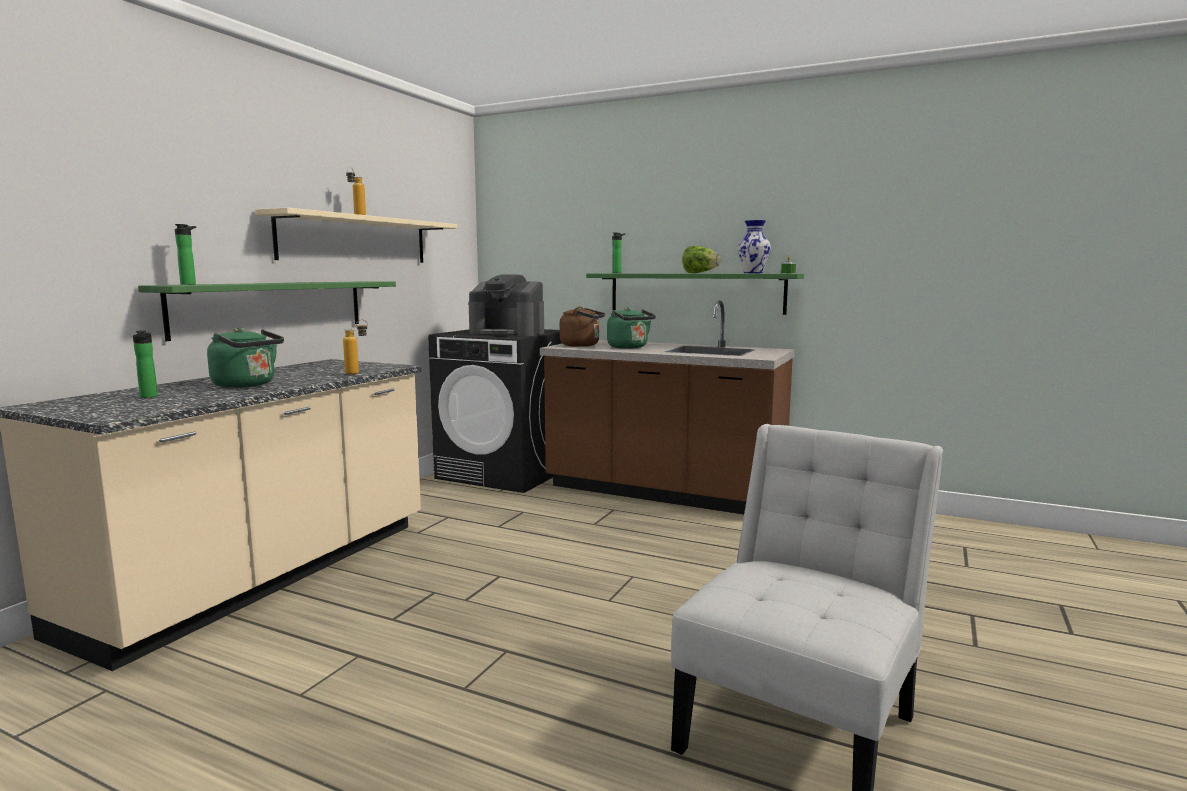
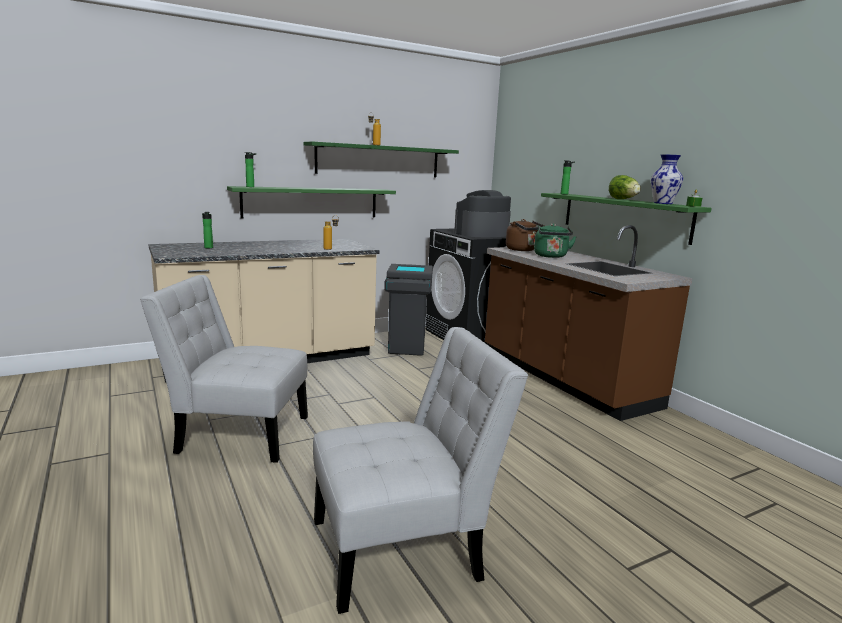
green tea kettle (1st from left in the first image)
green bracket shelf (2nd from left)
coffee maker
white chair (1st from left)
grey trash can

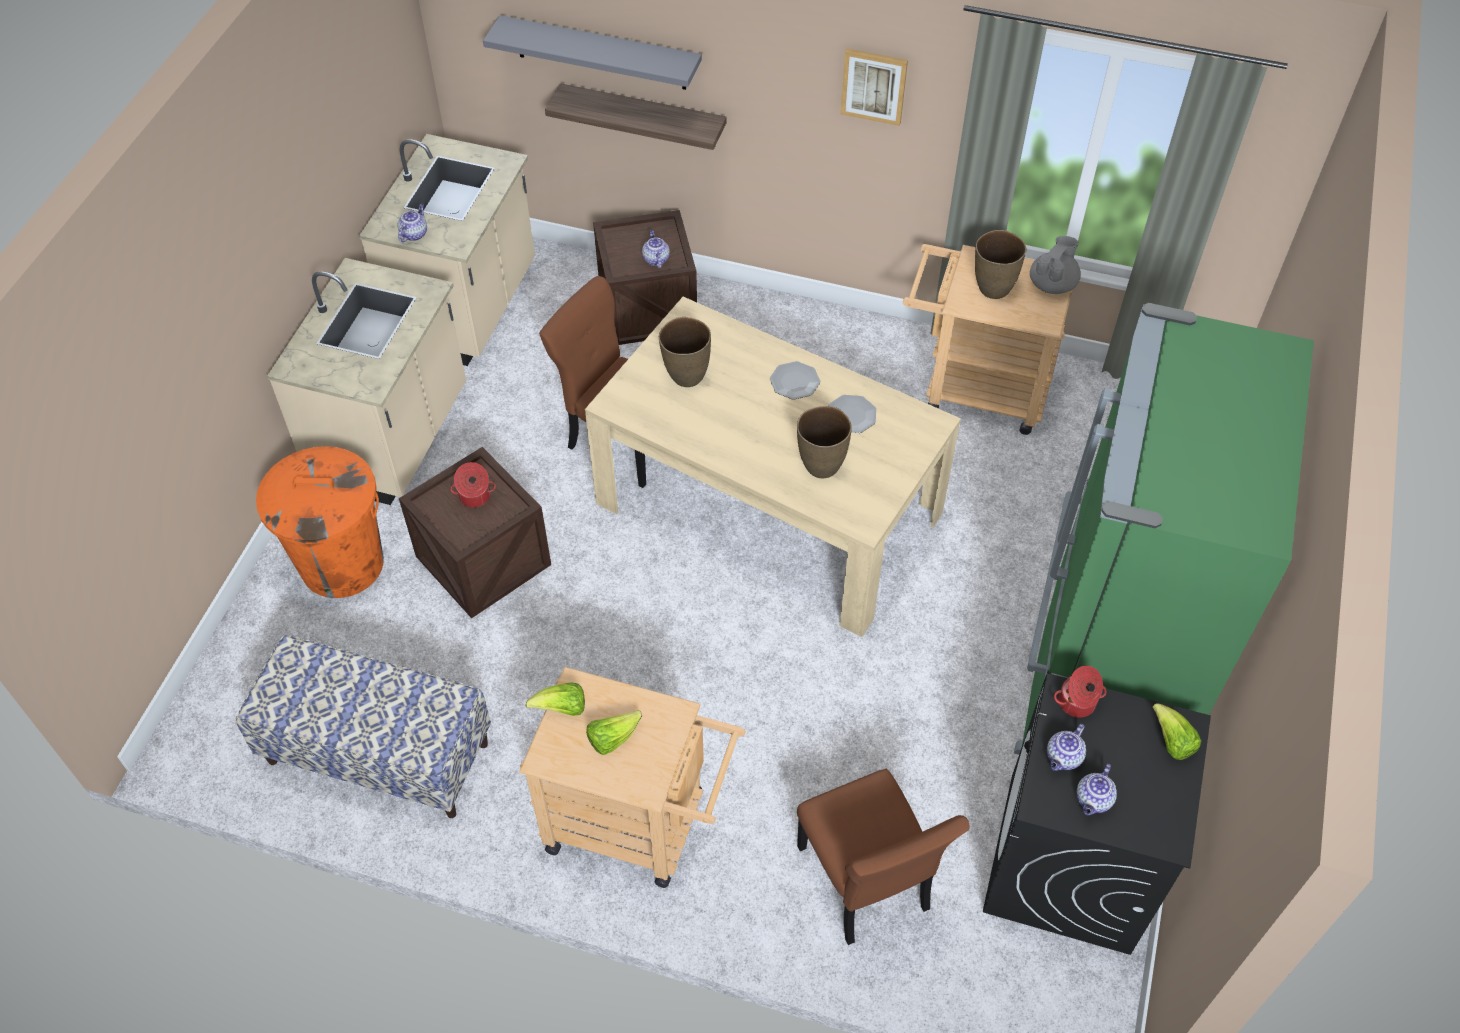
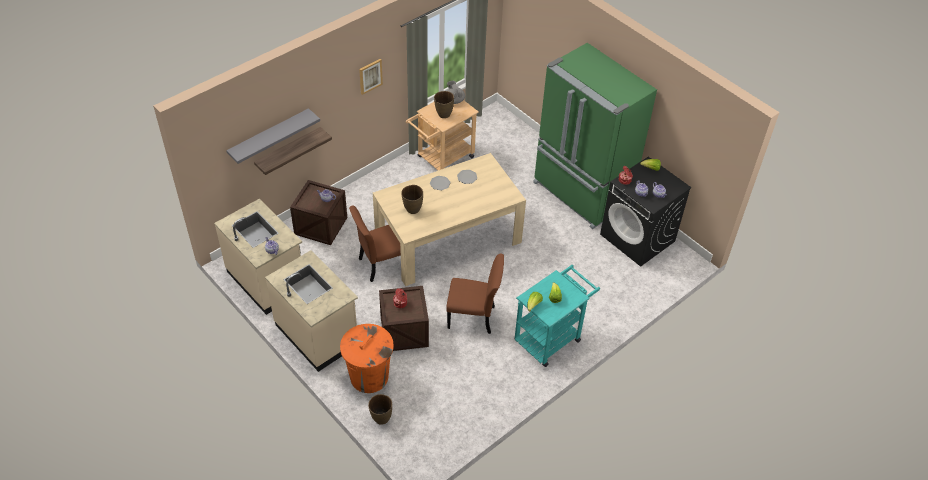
indoor bench
blue-green trolley
brownish decorative vase (1st from left)
brownish chair (2nd from left)

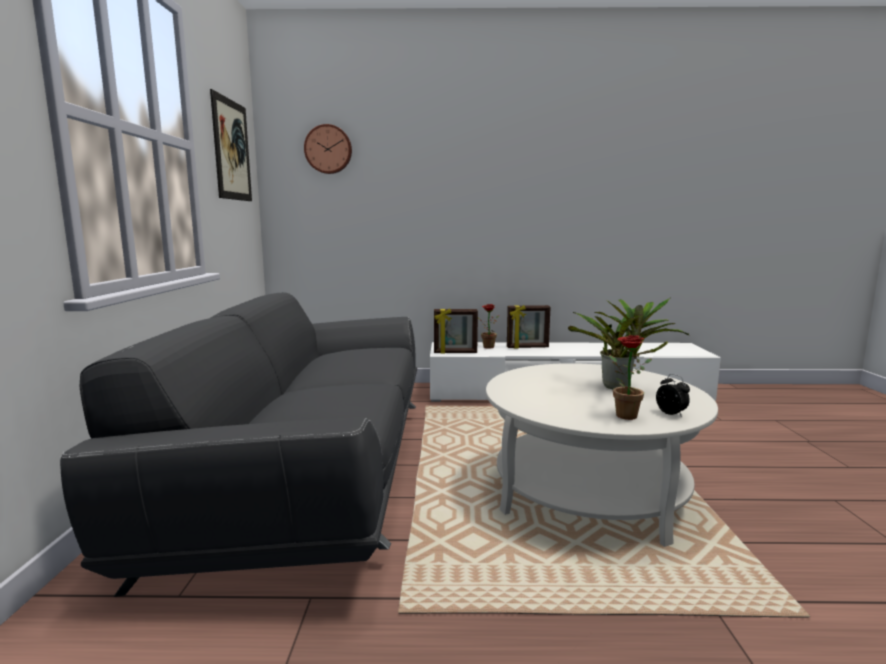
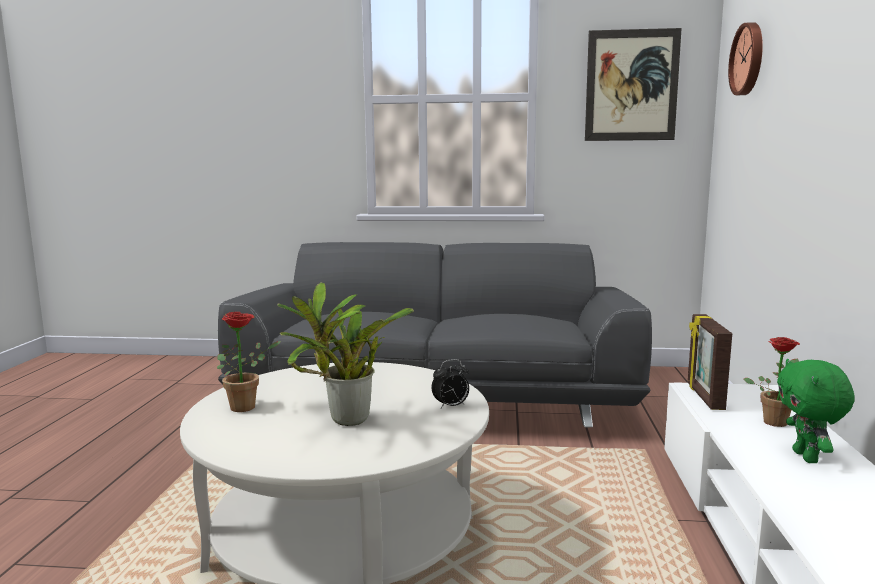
green plush toy
alarm clock

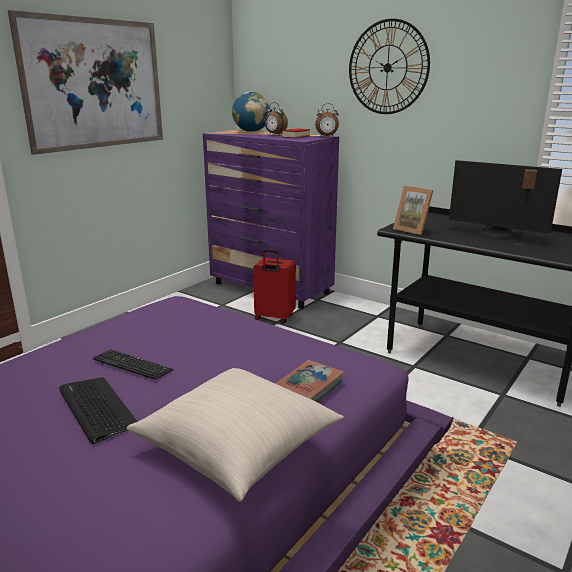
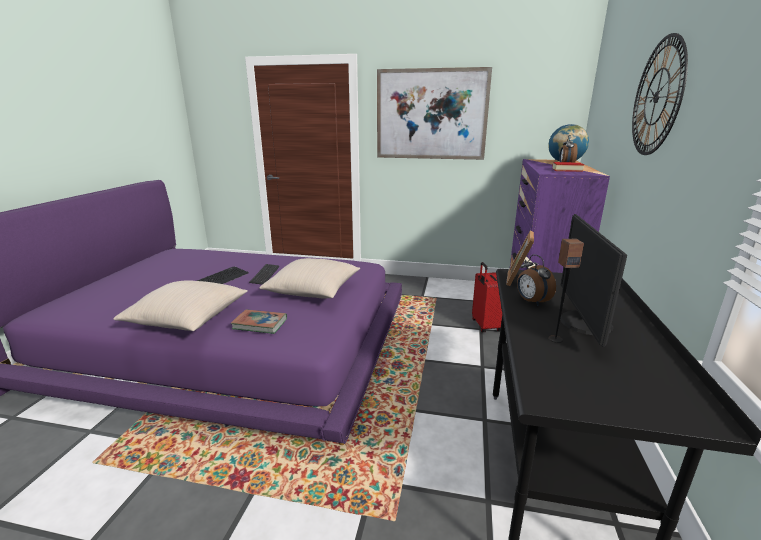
alarm clock (1st from left)
sand-coloured cushion (2nd from left)

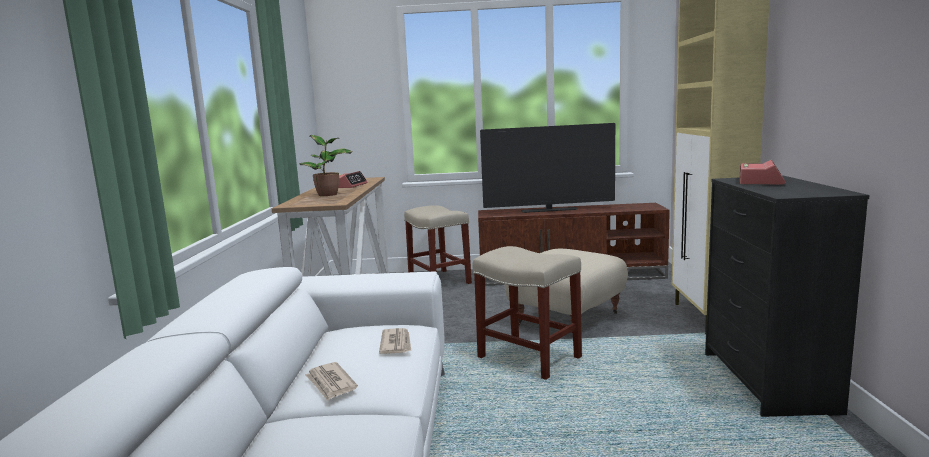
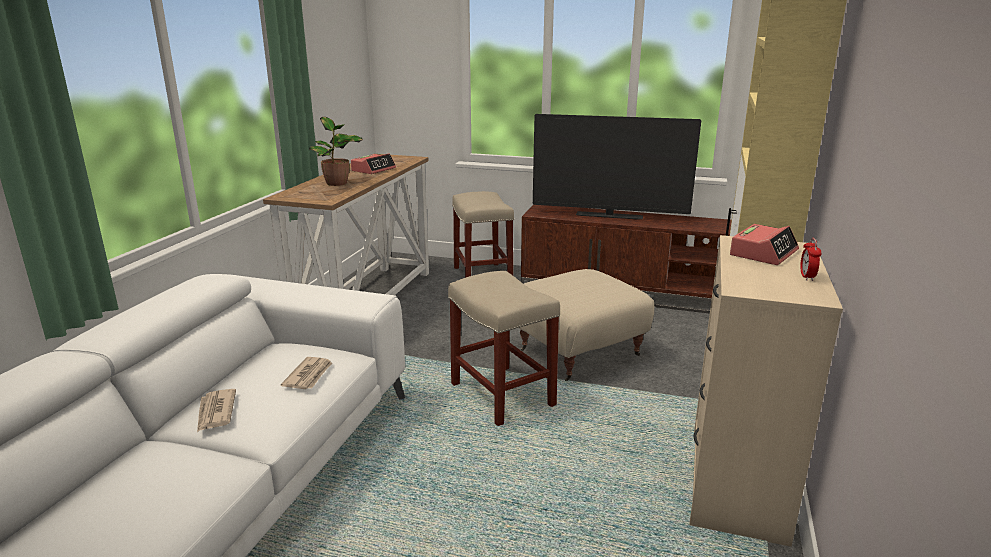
sand-coloured dresser
alarm clock (3rd from left)

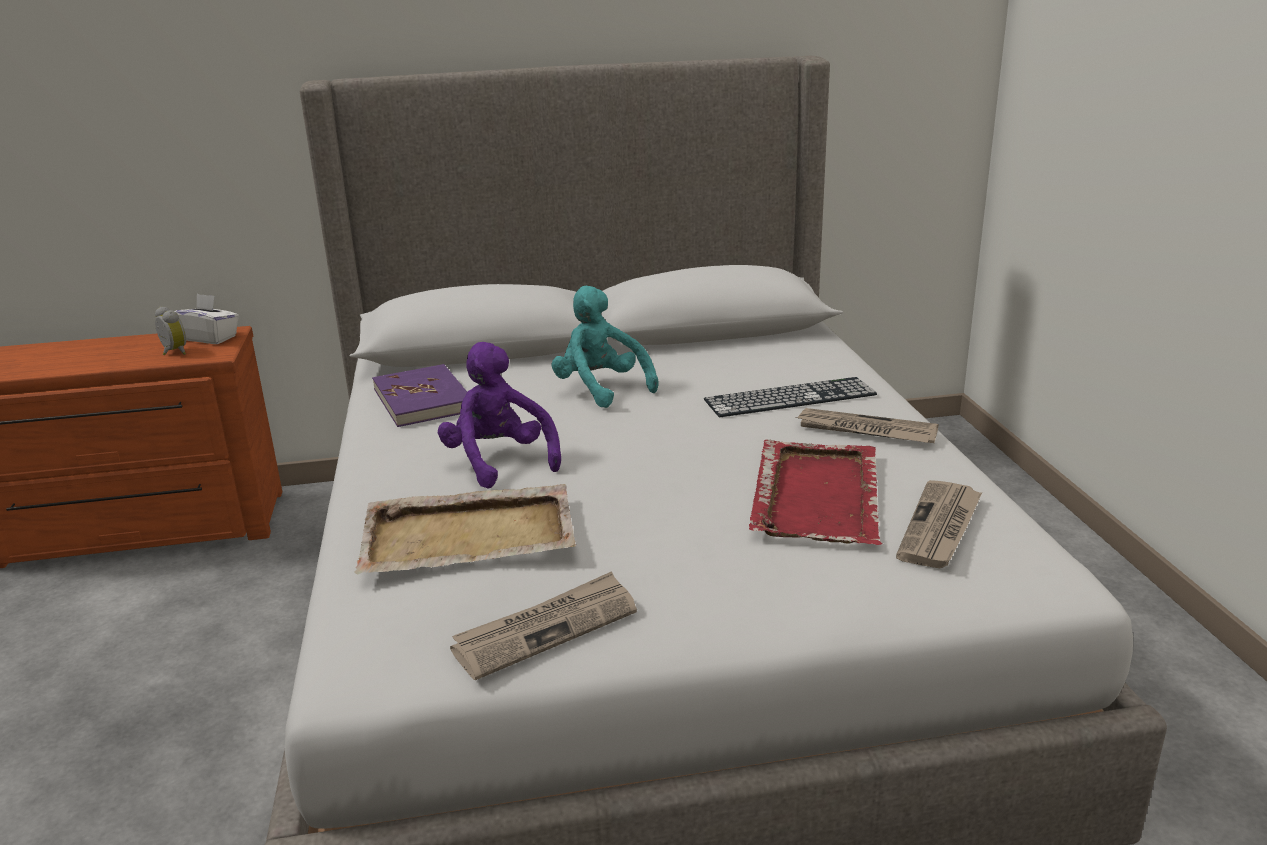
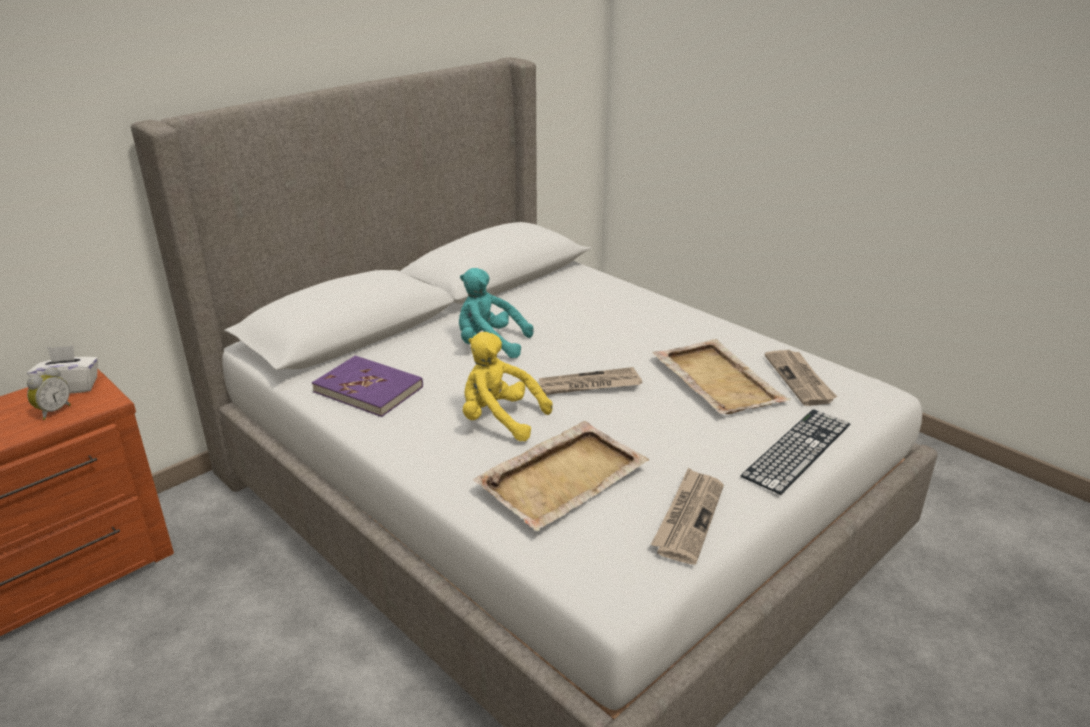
alarm clock
yellow plush toy
PC keyboard
sand-coloured carrying tray (2nd from left)
newspaper (1st from left)

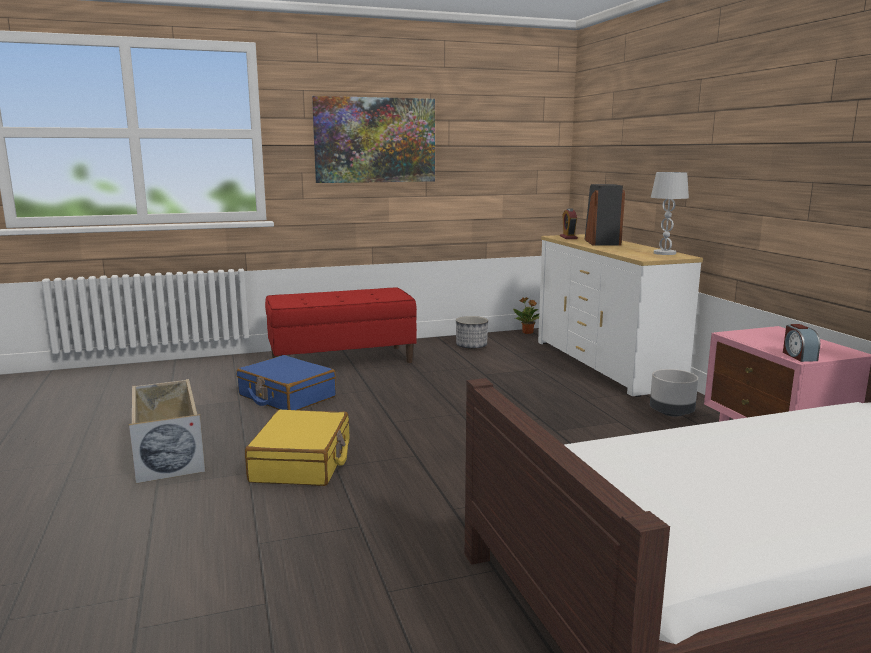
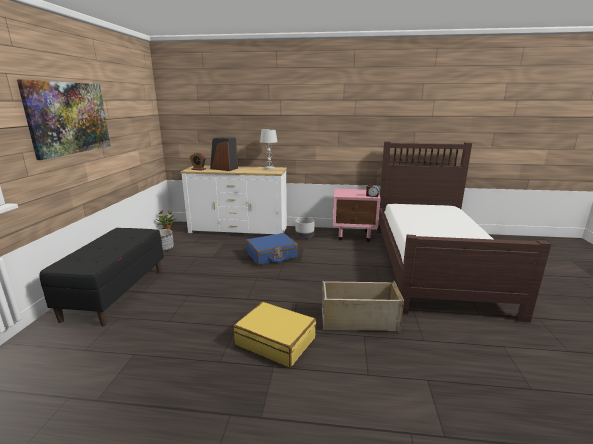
sand-coloured storage box
bluish piece of luggage
black-coloured indoor bench

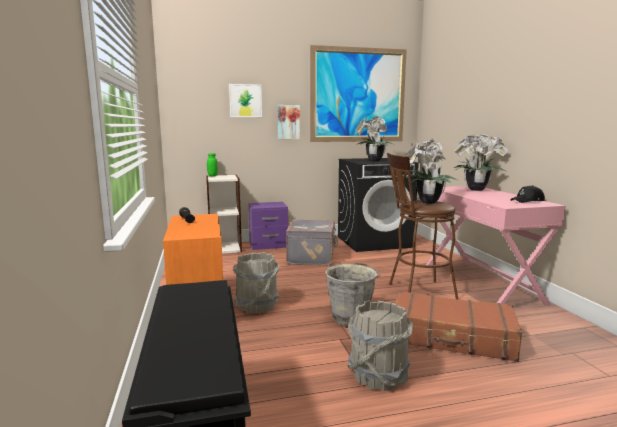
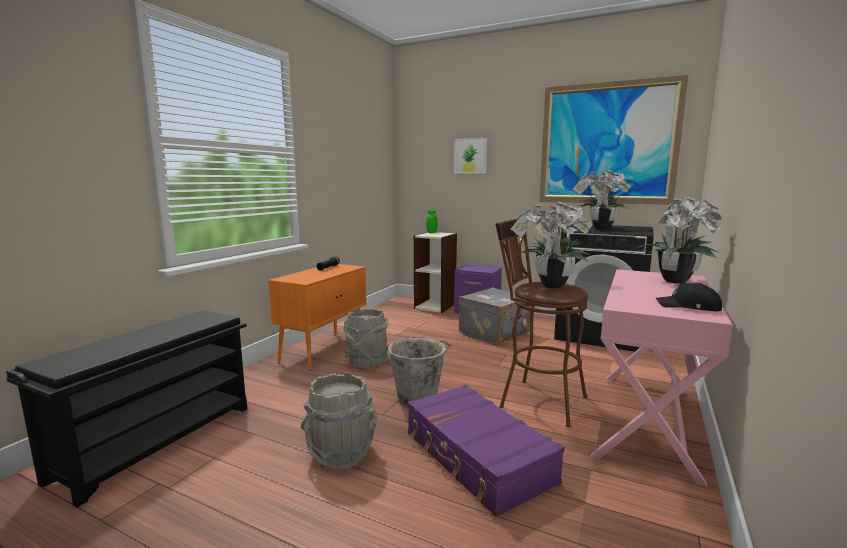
picture (2nd from left in the first image)
purple-coloured piece of luggage

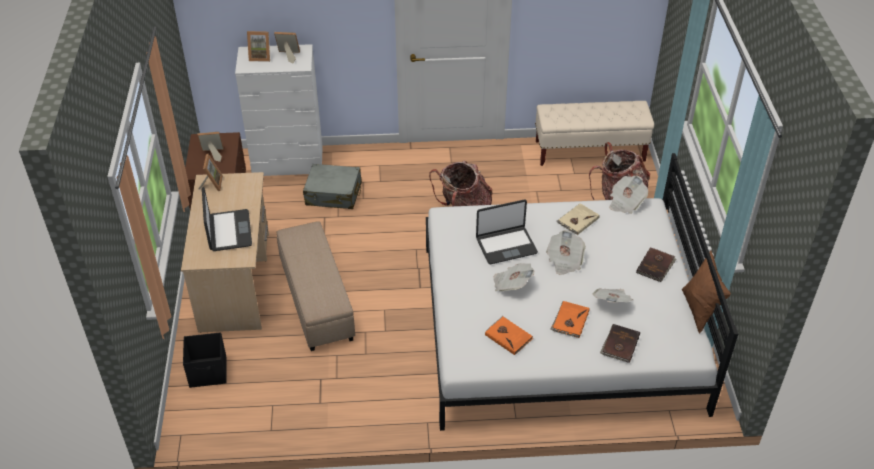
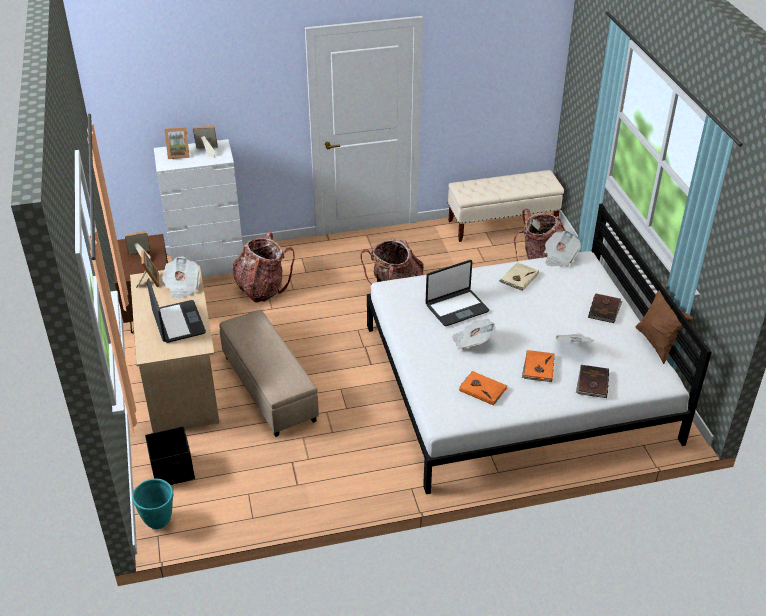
rucksack (1st from left)
newspaper (1st from left)
blue-green planter

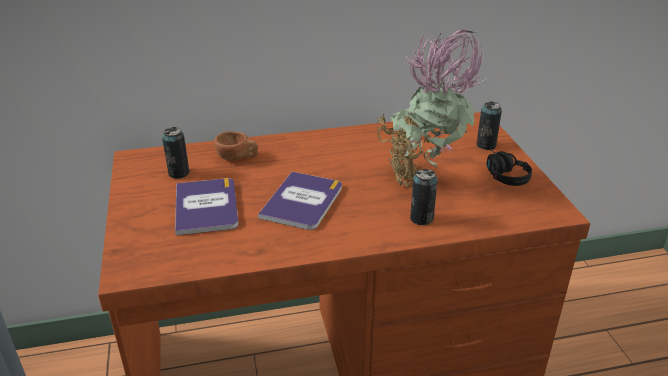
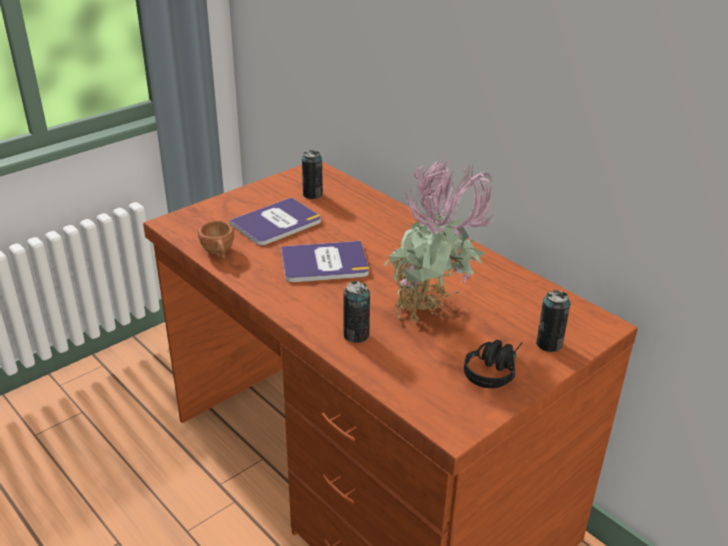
brownish small cup

